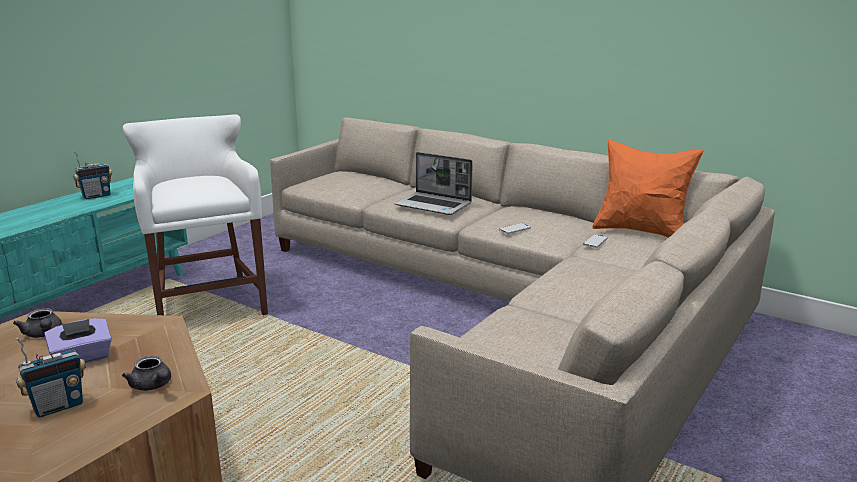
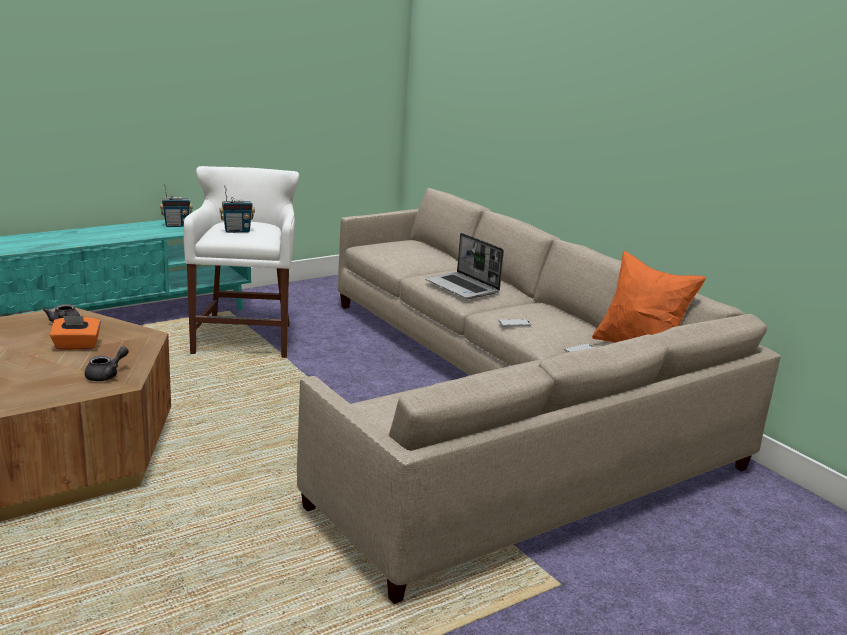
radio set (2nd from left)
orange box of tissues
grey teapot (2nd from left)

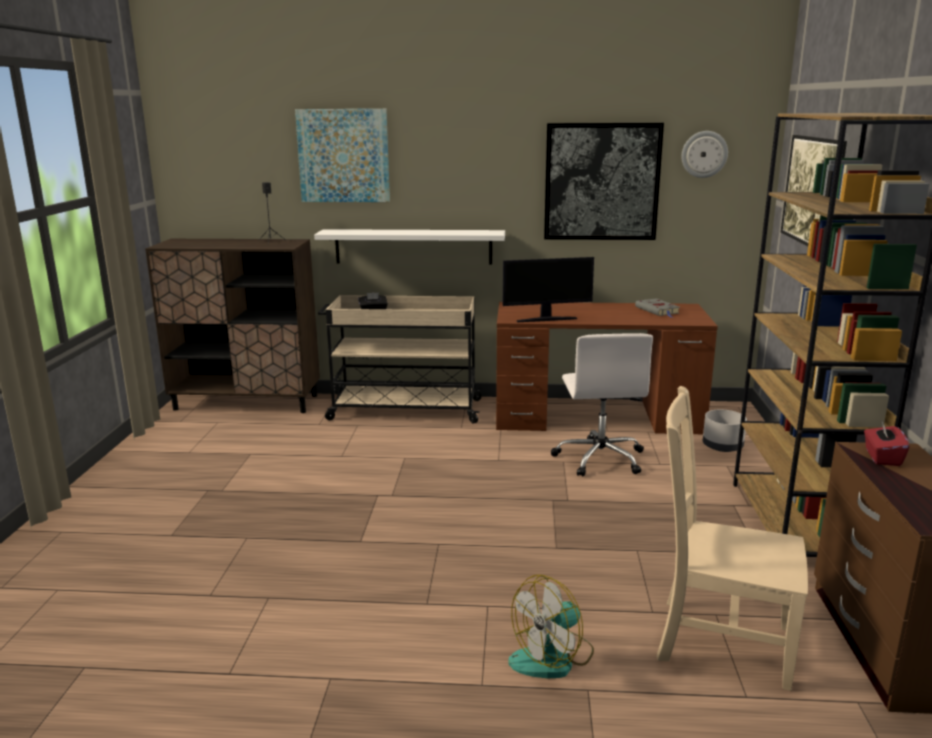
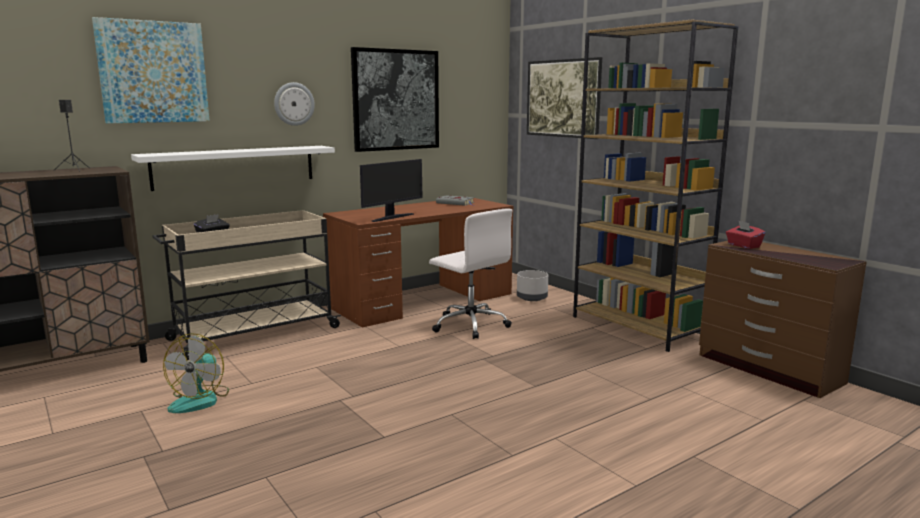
fan
sand-coloured chair
wall clock

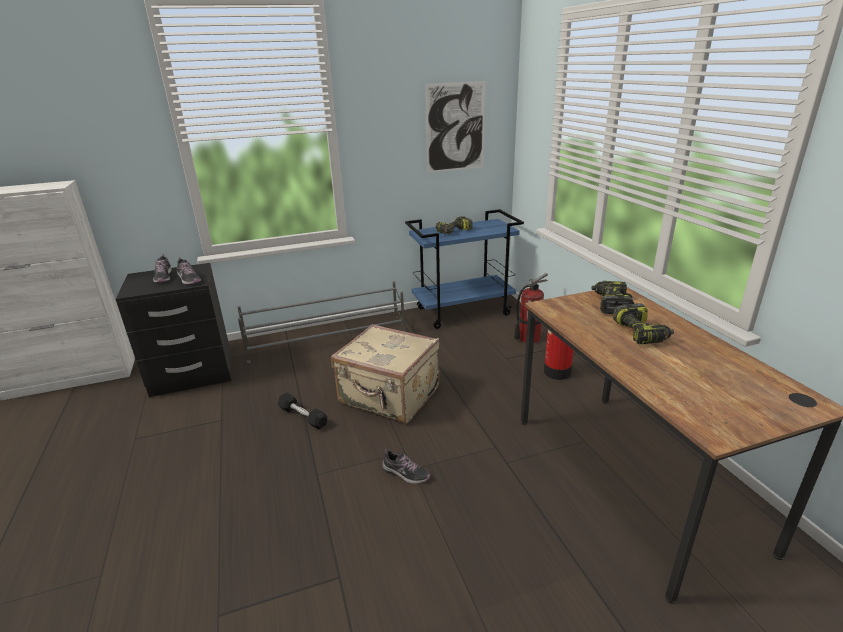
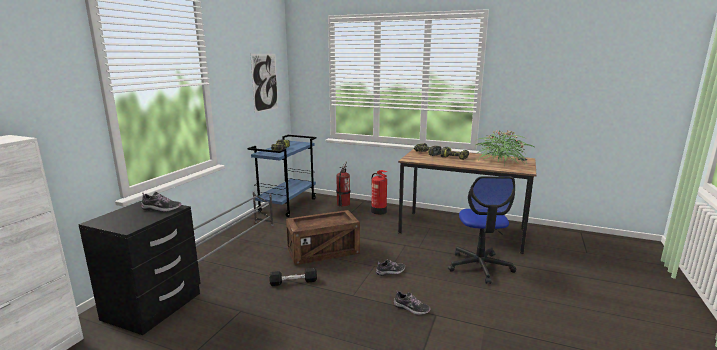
low shoe (3rd from left)
shipping crate
computer chair
plant in a pot

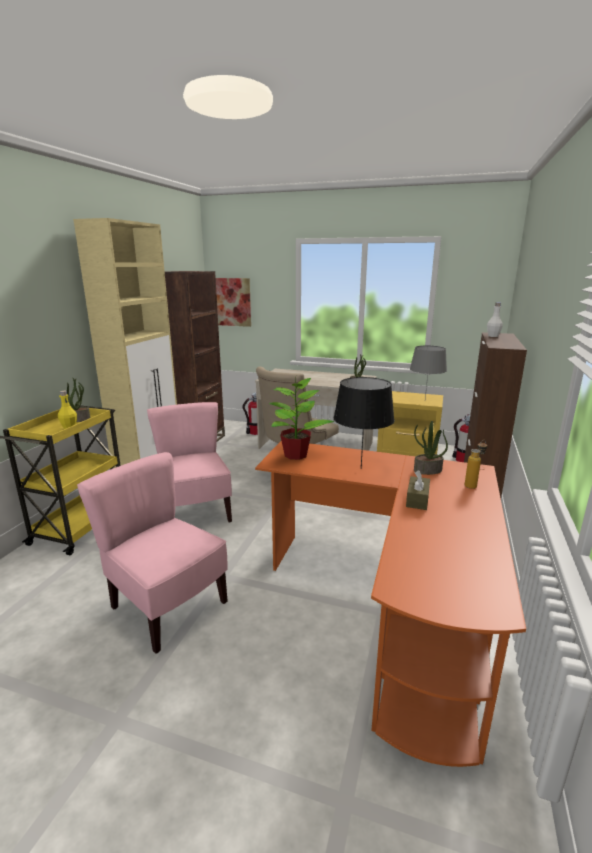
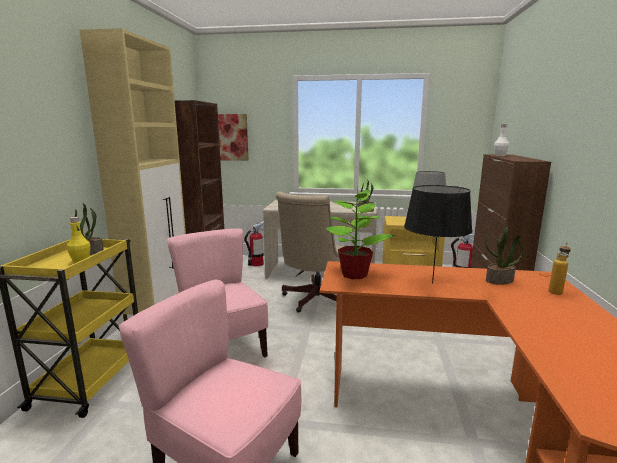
brownish box of tissues

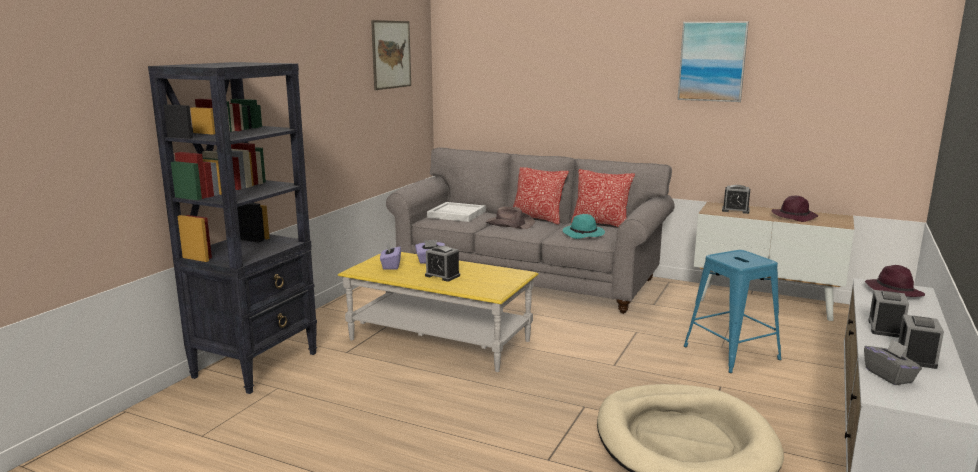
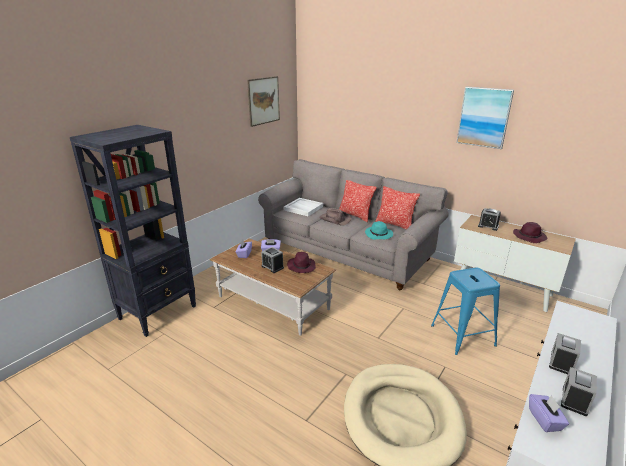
brownish coffee table
purple-coloured box of tissues (3rd from left)
purple-coloured hat (1st from left)

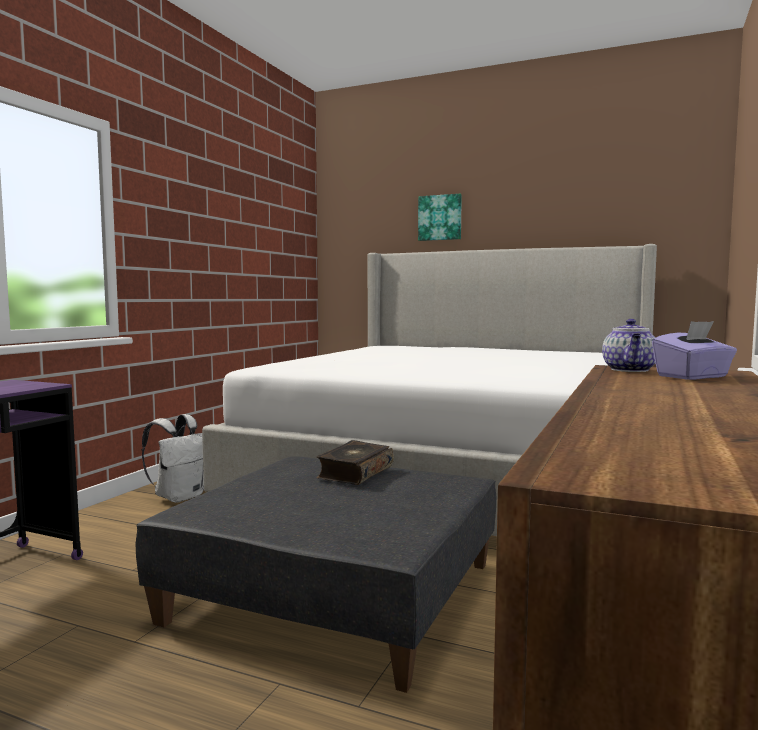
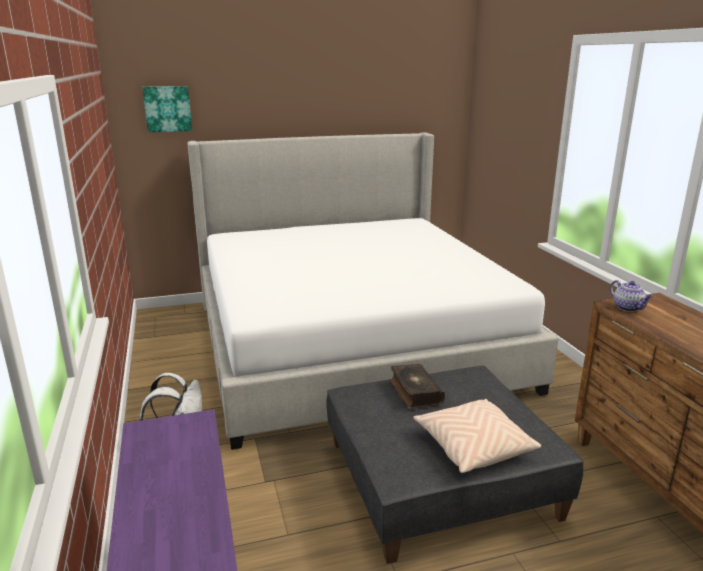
picture
purple-coloured box of tissues
sand-coloured cushion

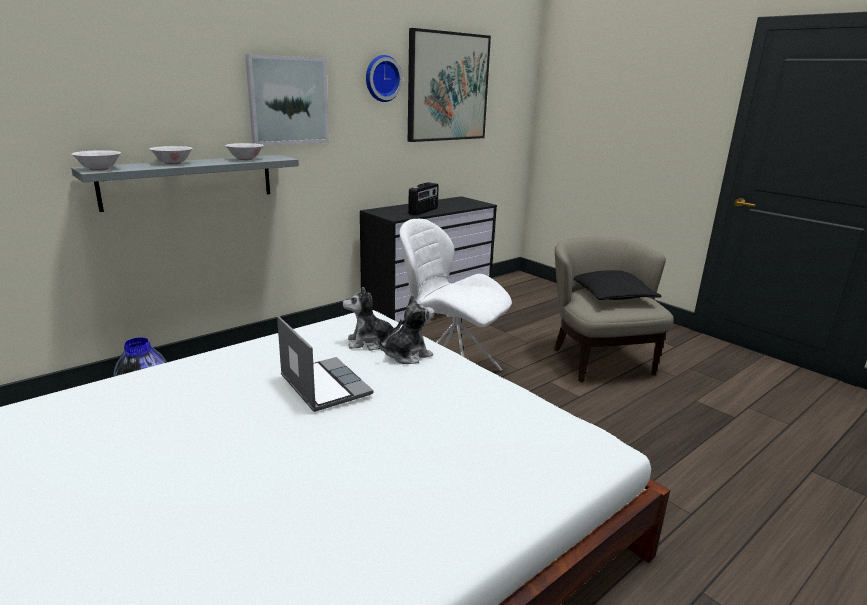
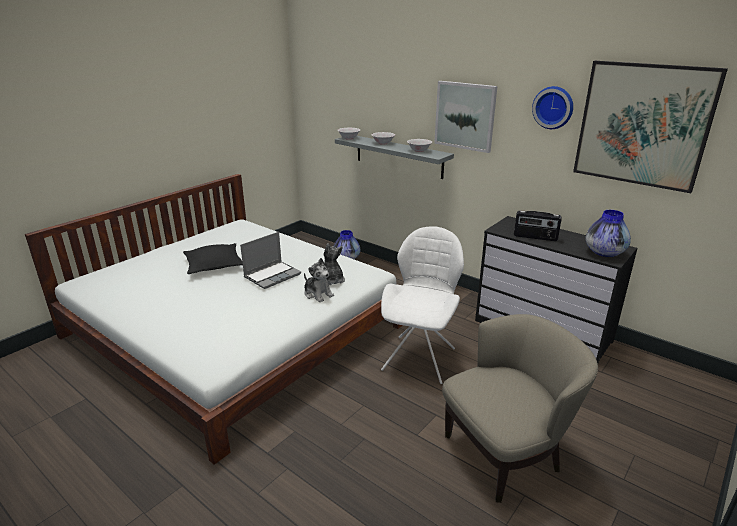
black-coloured cushion
decorative vase (2nd from left)

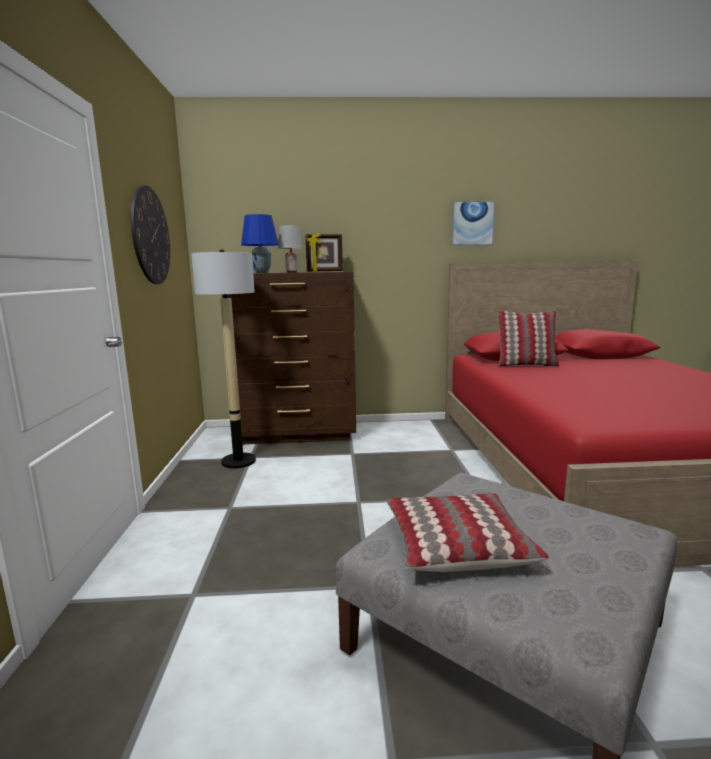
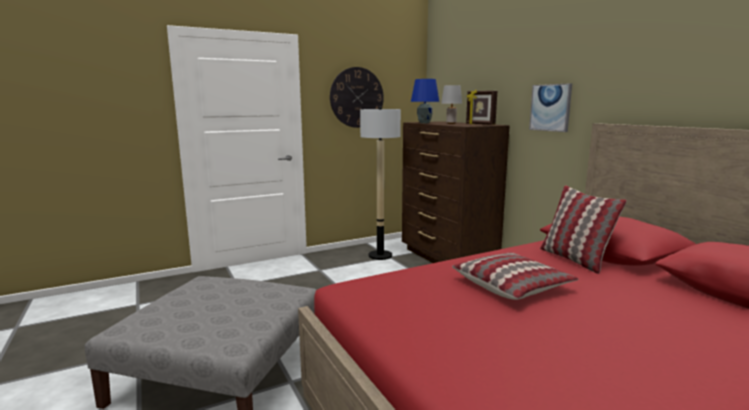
cushion (1st from left)
picture

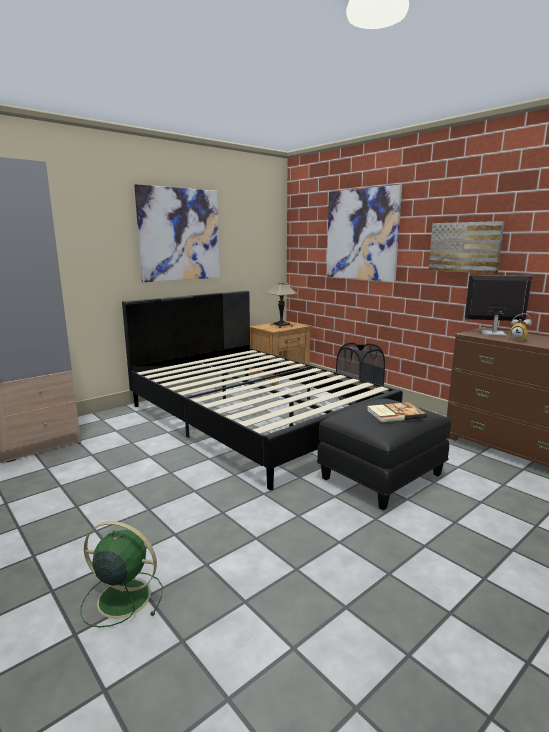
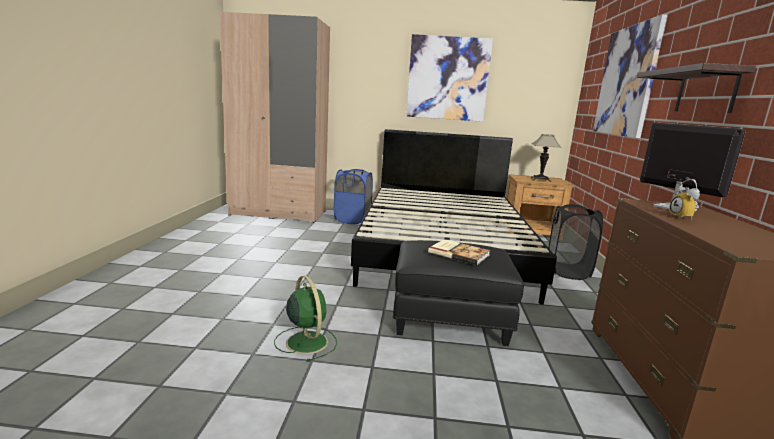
green fan
bracket shelf
bluish washing basket

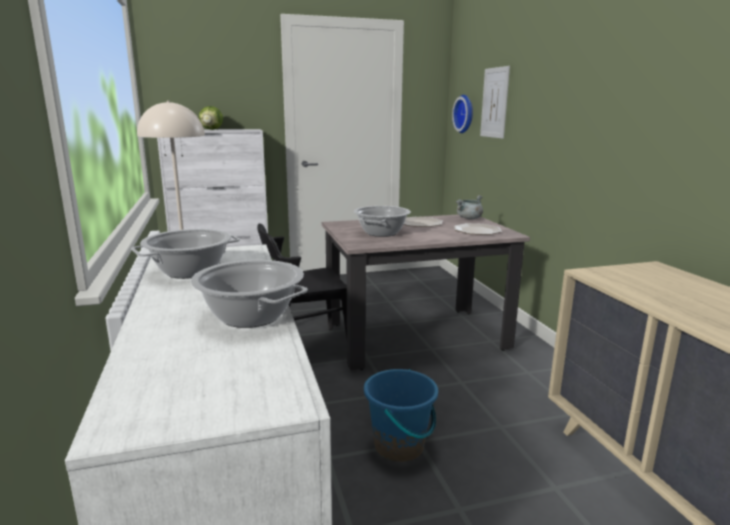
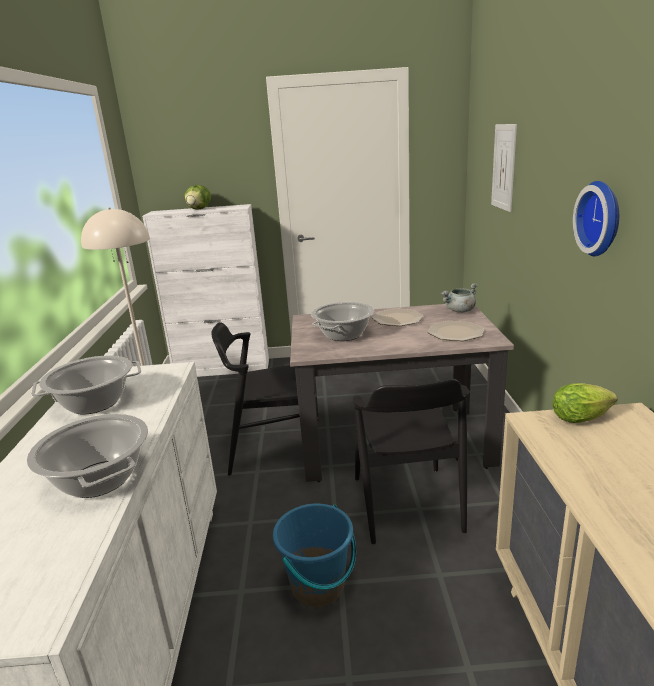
wall clock
black-coloured chair (2nd from left)
lettuce (2nd from left)

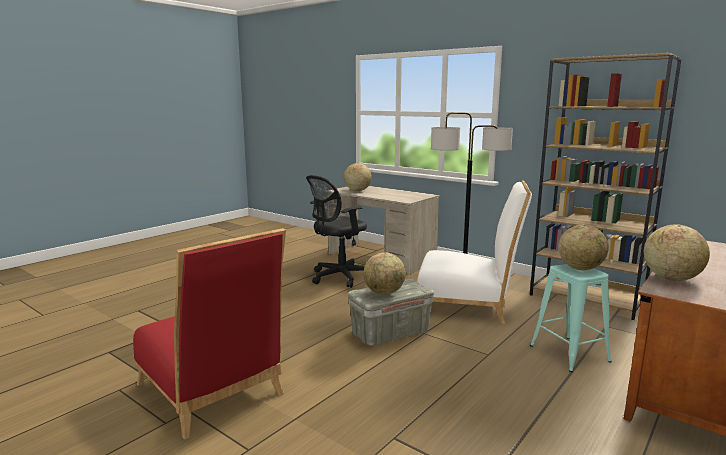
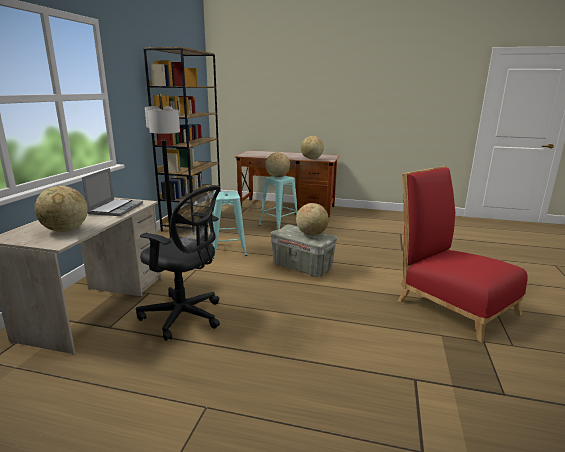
red-coloured chair
blue-green sitting stool (1st from left)
notebook computer

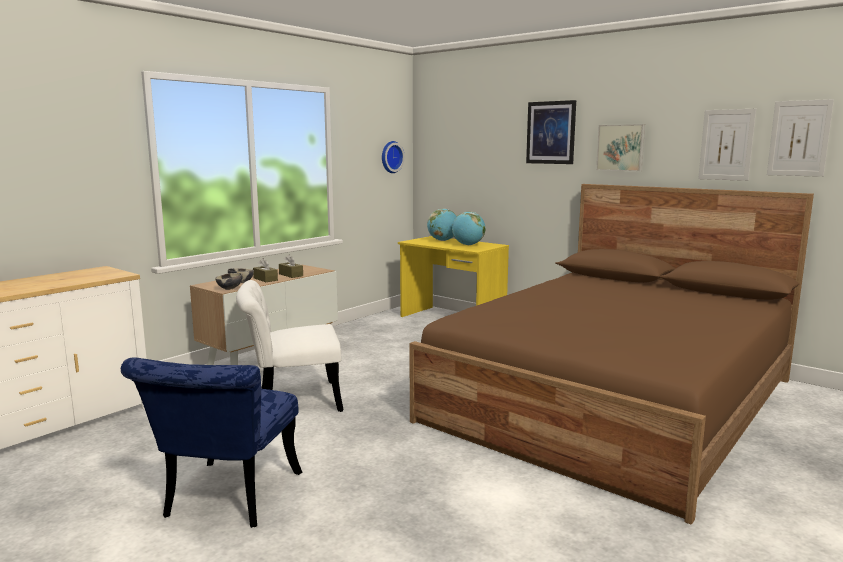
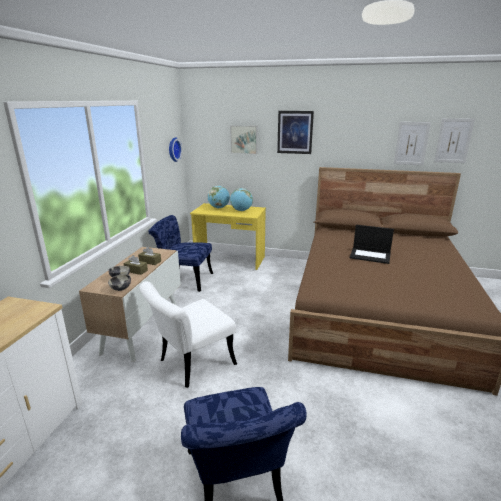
picture (1st from left)
bluish chair (1st from left)
notebook computer

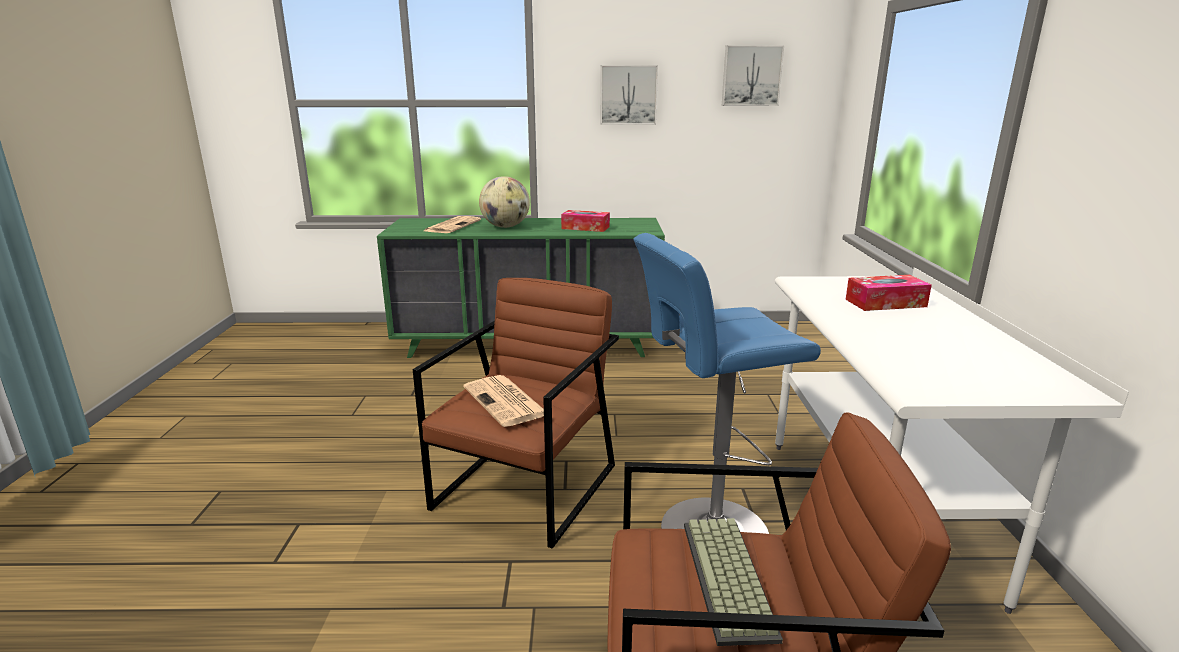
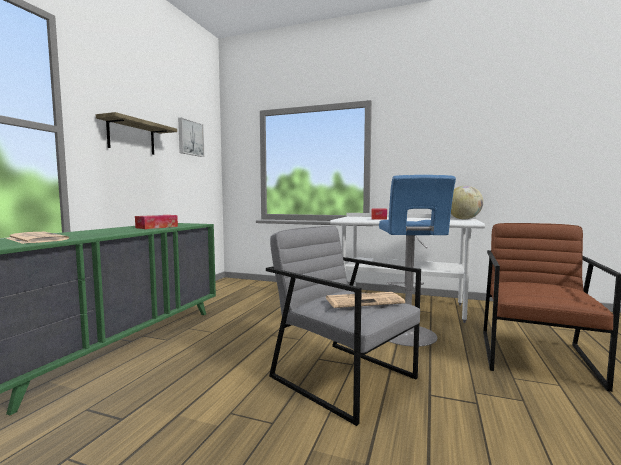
grey armchair
world globe
bracket shelf
PC keyboard

